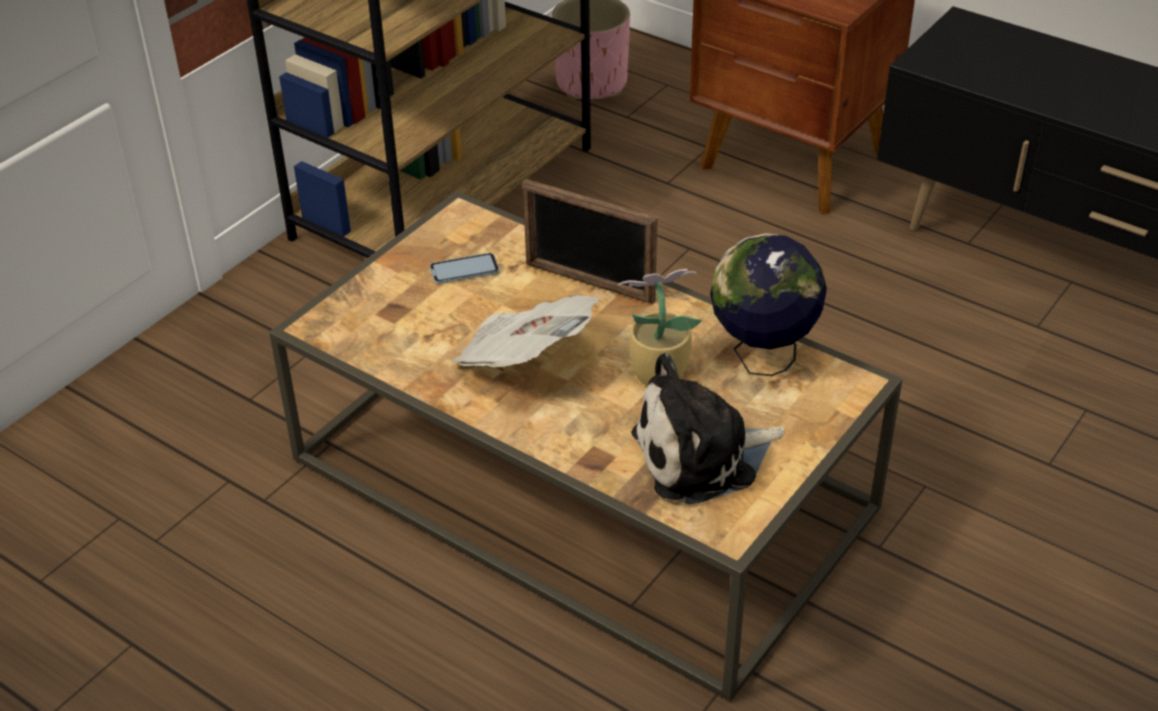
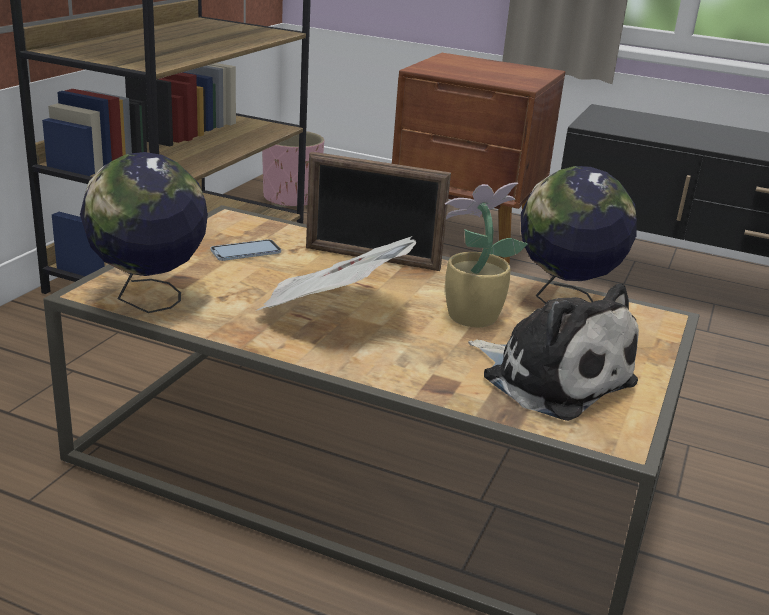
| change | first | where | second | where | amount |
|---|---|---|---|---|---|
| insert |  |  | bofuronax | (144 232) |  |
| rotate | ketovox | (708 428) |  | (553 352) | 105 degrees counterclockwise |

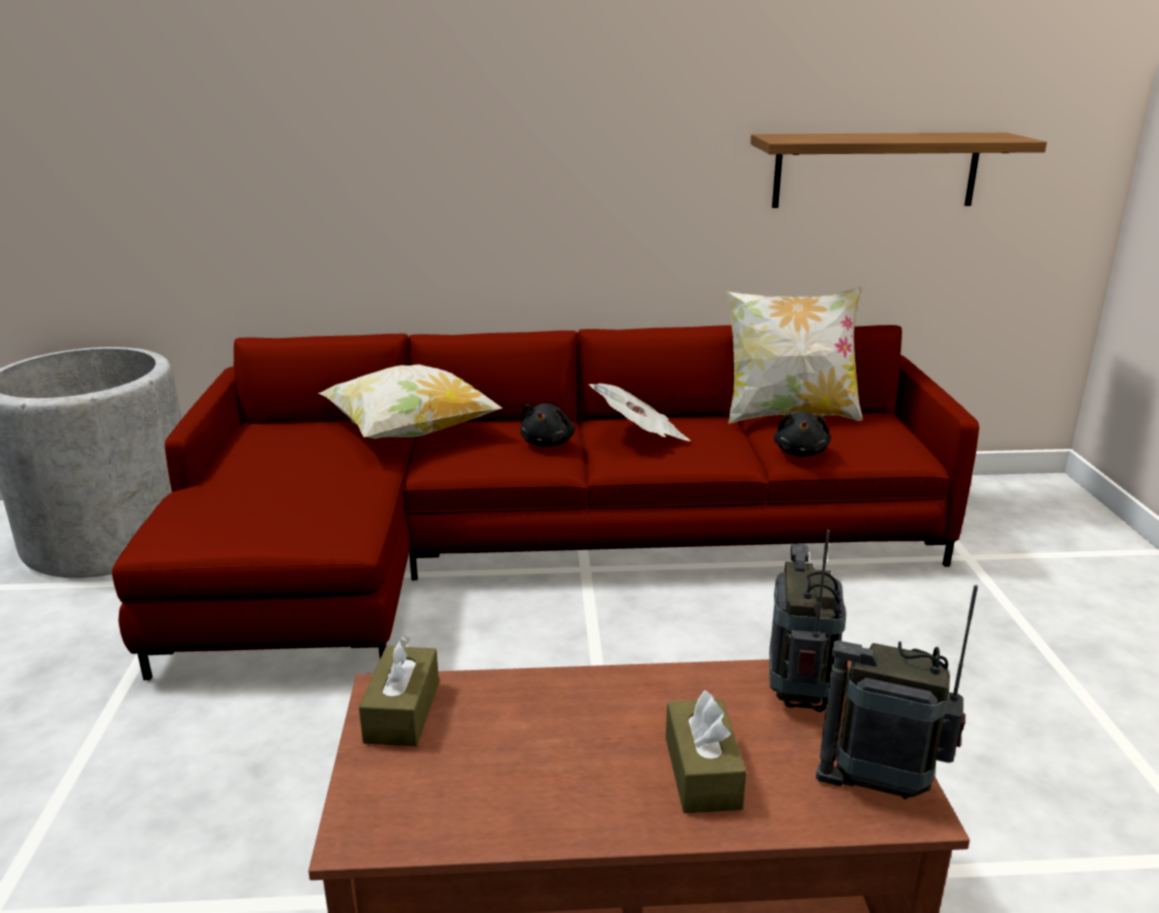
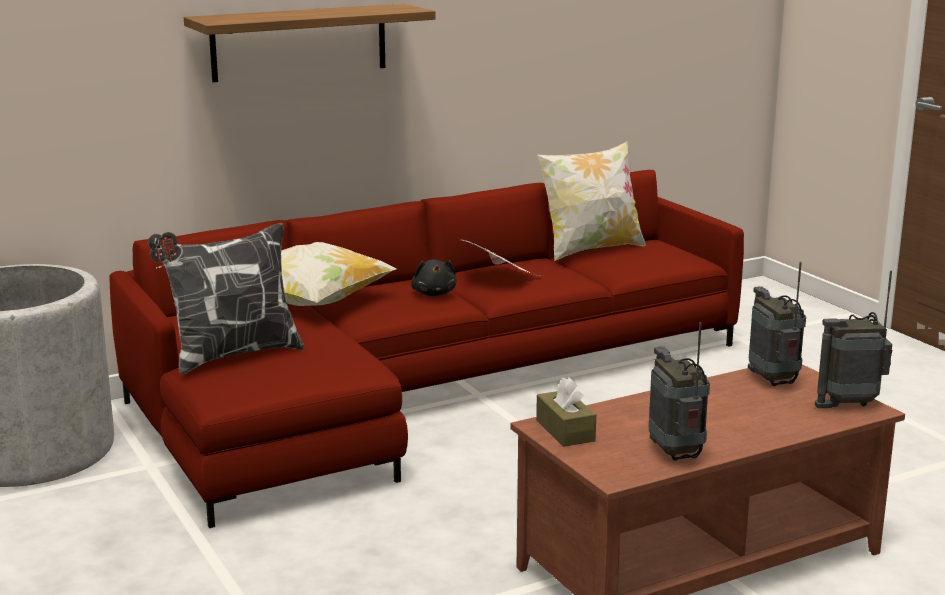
| change | first | where | second | where | amount |
|---|---|---|---|---|---|
| insert |  |  | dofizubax | (226 298) |  |
| move | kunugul | (898 170) |  | (310 43) |  |
| insert |  |  | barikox | (679 391) |  |
| delete | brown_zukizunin | (706 751) |  |  |  |
| delete | black_ketovox | (802 434) |  |  |  |

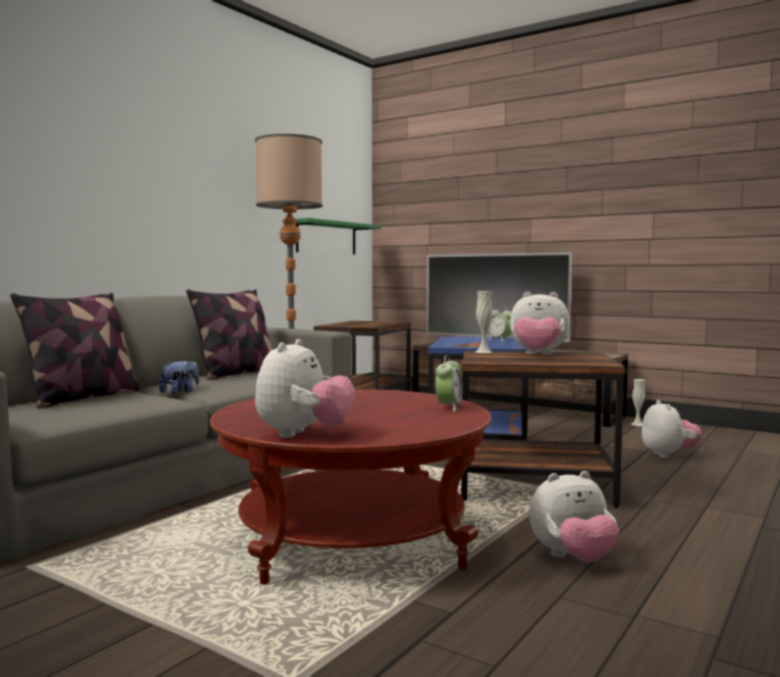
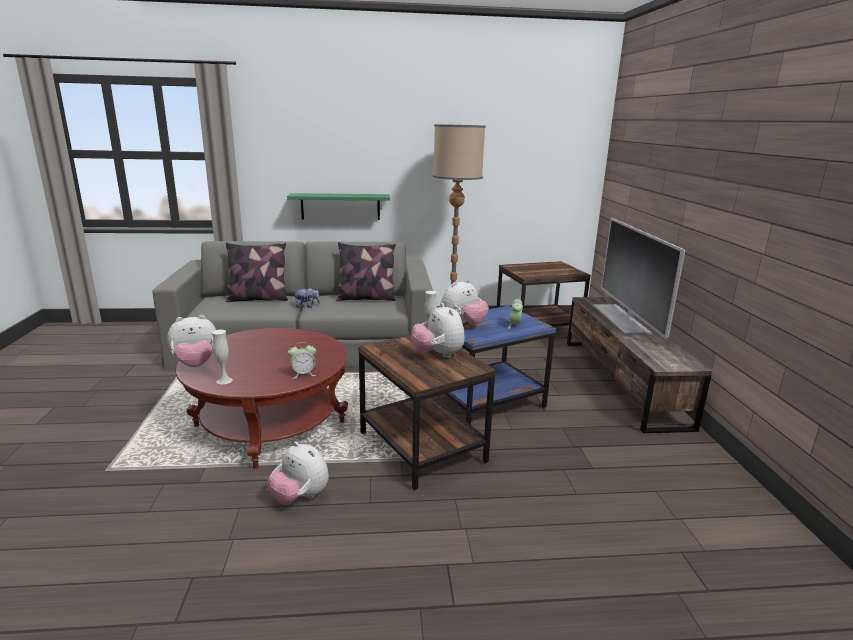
| change | first | where | second | where | amount |
|---|---|---|---|---|---|
| move | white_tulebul | (638 402) |  | (222 357) |  |
| move | green_kunugul | (338 236) |  | (338 206) |  |
| move | ketovox | (672 429) |  | (465 302) |  |

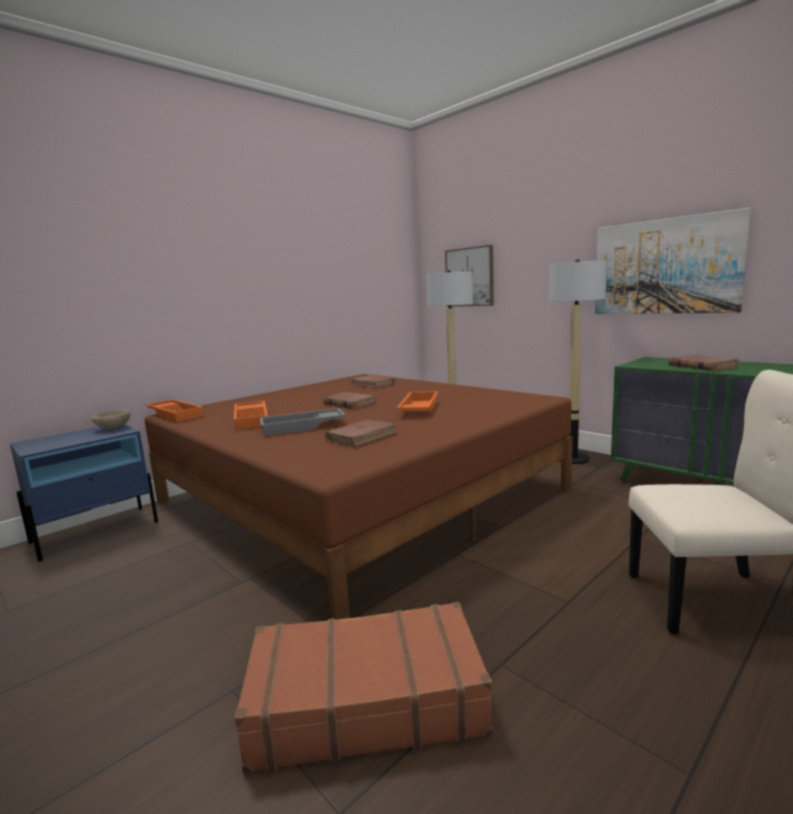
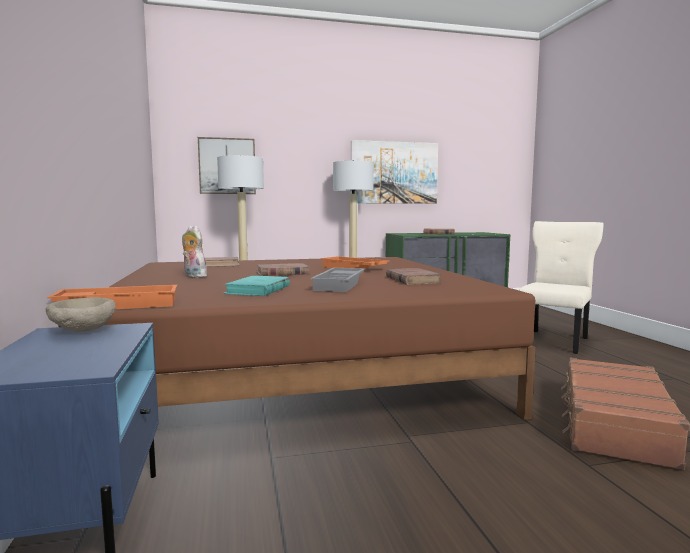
| change | first | where | second | where | amount |
|---|---|---|---|---|---|
| insert |  |  | ketovox | (194 251) |  |
| replace | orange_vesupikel | (251 415) | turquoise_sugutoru | (256 286) |  |

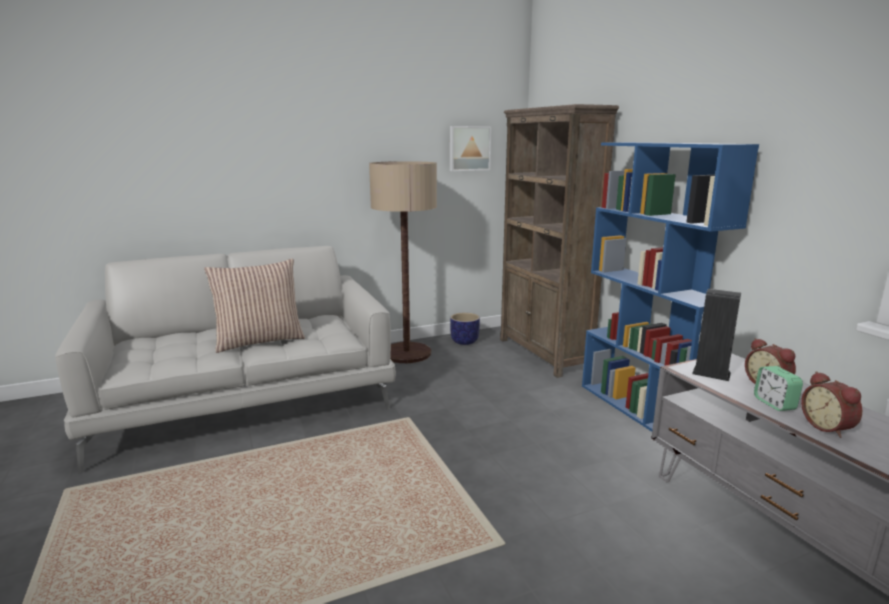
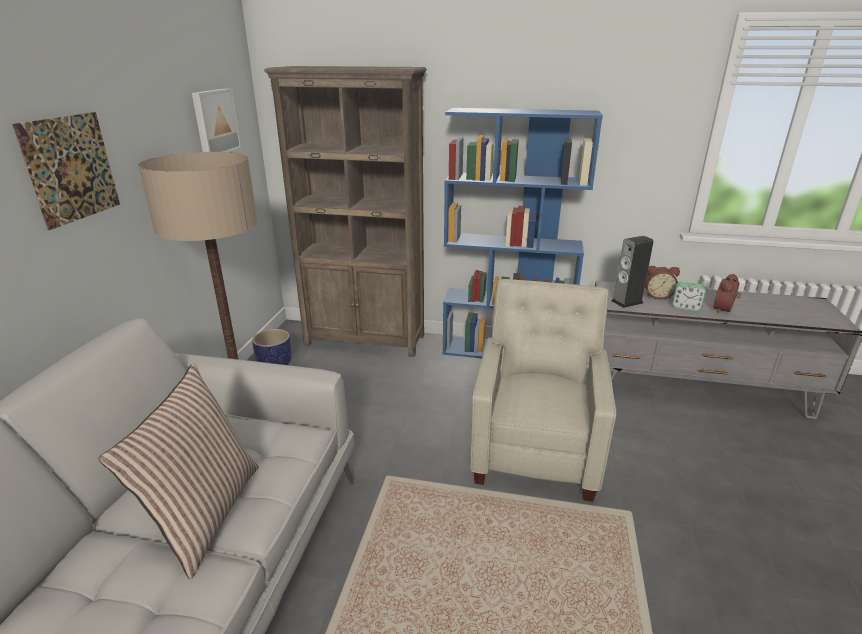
| change | first | where | second | where | amount |
|---|---|---|---|---|---|
| insert |  |  | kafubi | (66 171) |  |
| insert |  |  | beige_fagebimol | (543 390) |  |
| rotate | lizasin | (831 404) |  | (727 293) | 105 degrees clockwise |

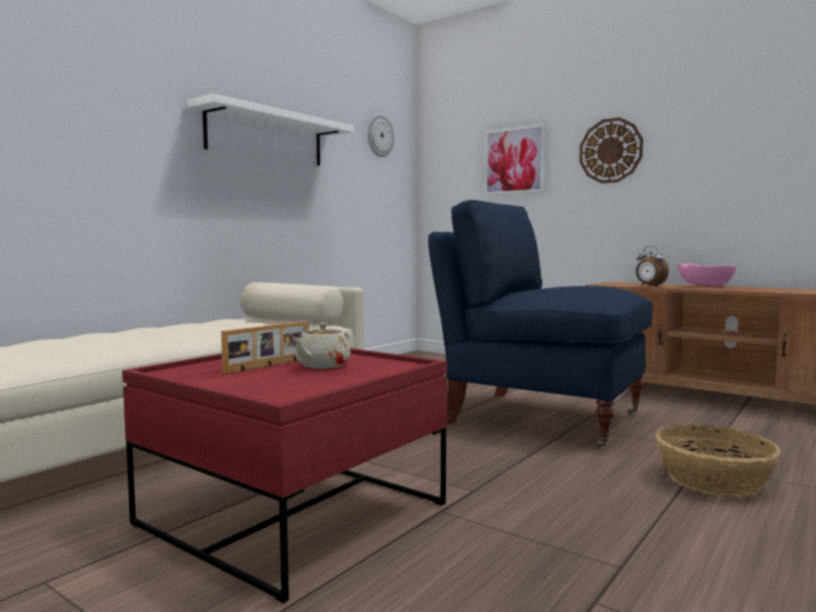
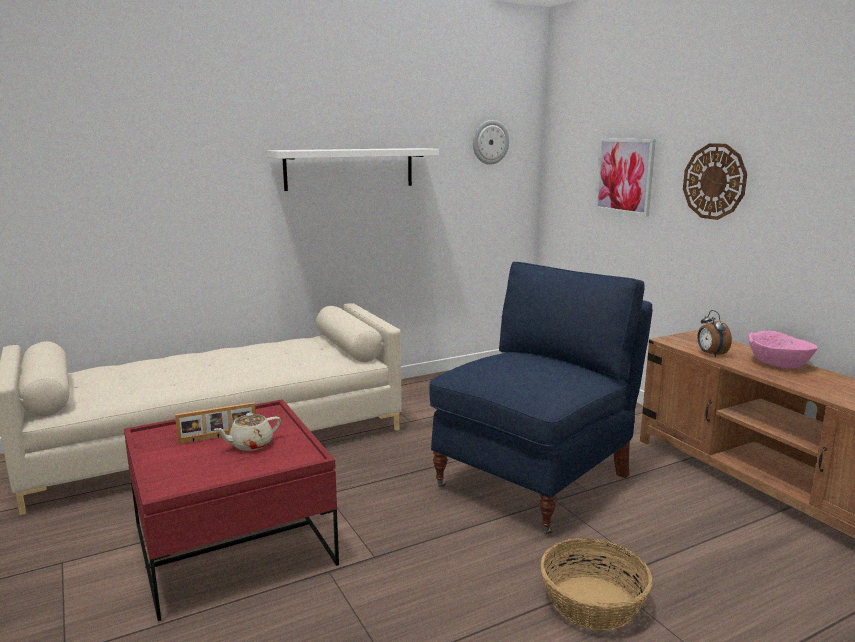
| change | first | where | second | where | amount |
|---|---|---|---|---|---|
| rotate | blue_fagebimol | (540 324) |  | (540 398) | 75 degrees clockwise |

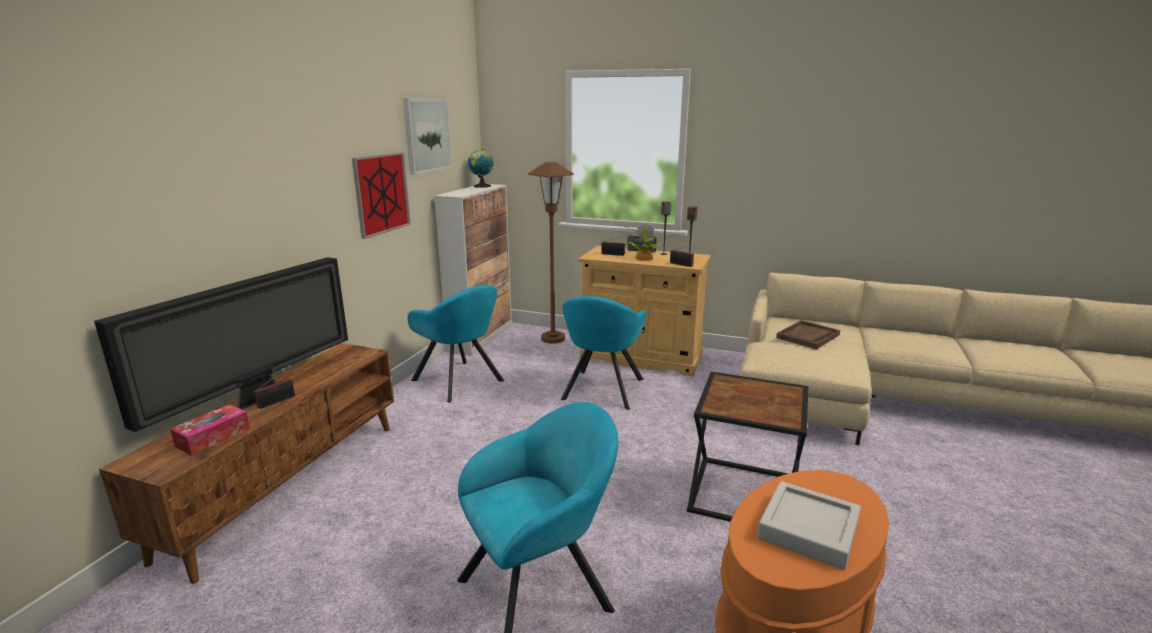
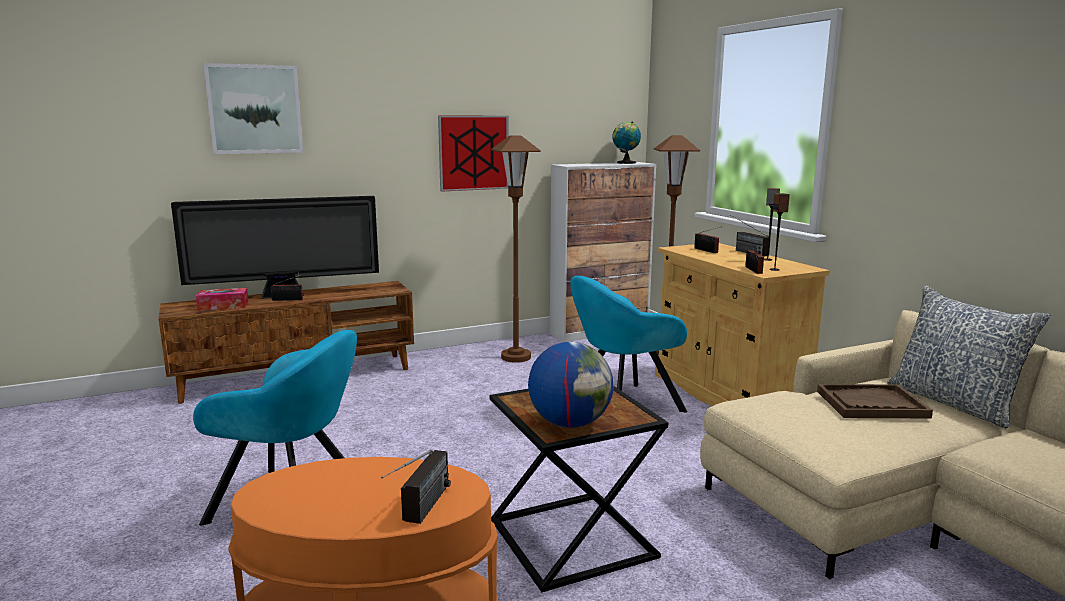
| change | first | where | second | where | amount |
|---|---|---|---|---|---|
| move | kafubi | (427 136) |  | (253 108) |  |
| insert |  |  | barikox | (416 486) |  |
| replace | turquoise_fagebimol | (455 344) | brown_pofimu | (516 249) |  |
| insert |  |  | bofuronax | (570 385) |  |
| insert |  |  | dofizubax | (969 357) |  |
| delete | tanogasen | (643 242) |  |  |  |
| delete | grey_vesupikel | (809 525) |  |  |  |

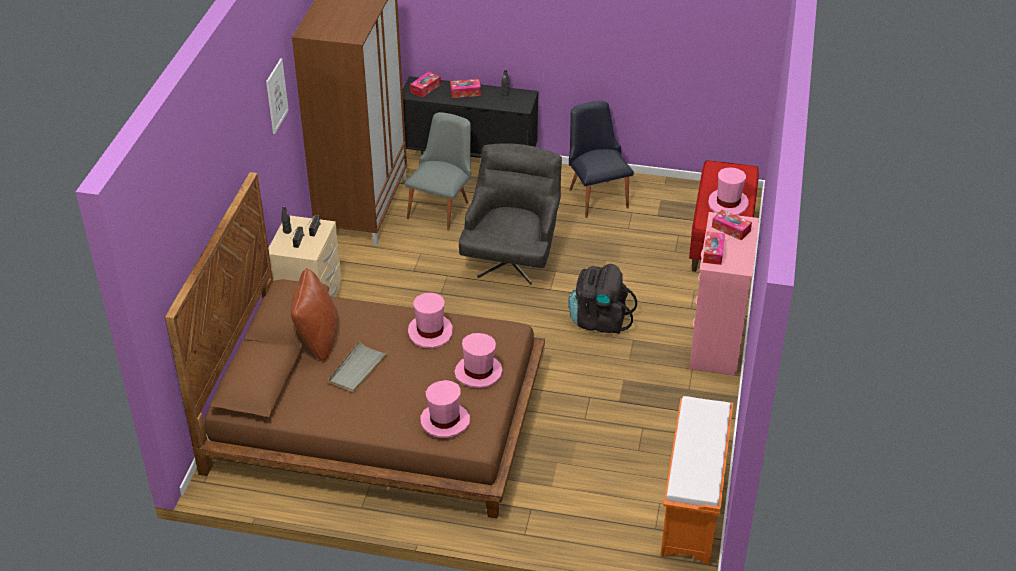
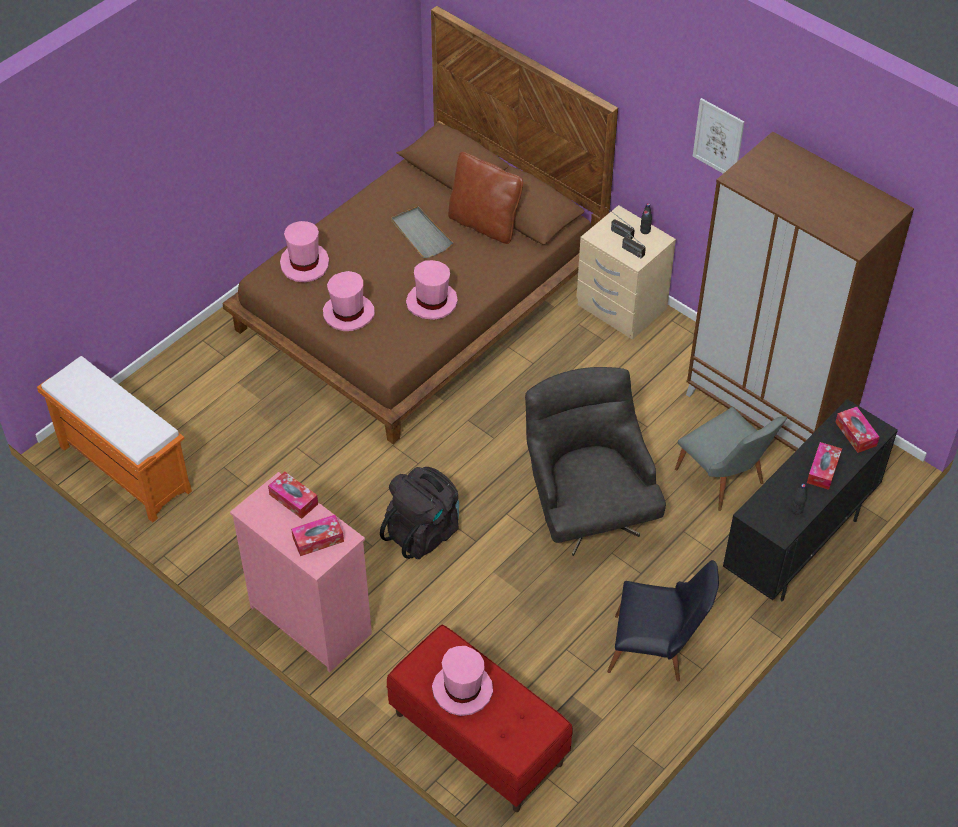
| change | first | where | second | where | amount |
|---|---|---|---|---|---|
| rotate | grey_fagebimol | (510 214) |  | (595 461) | 150 degrees counterclockwise |

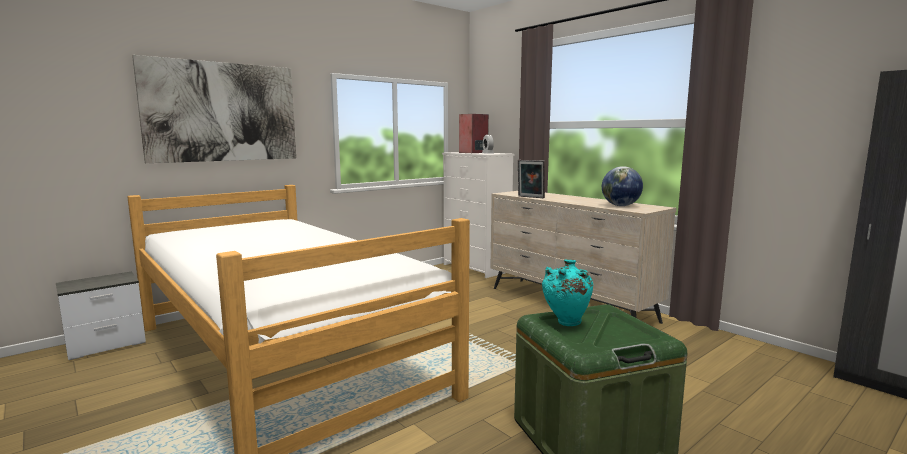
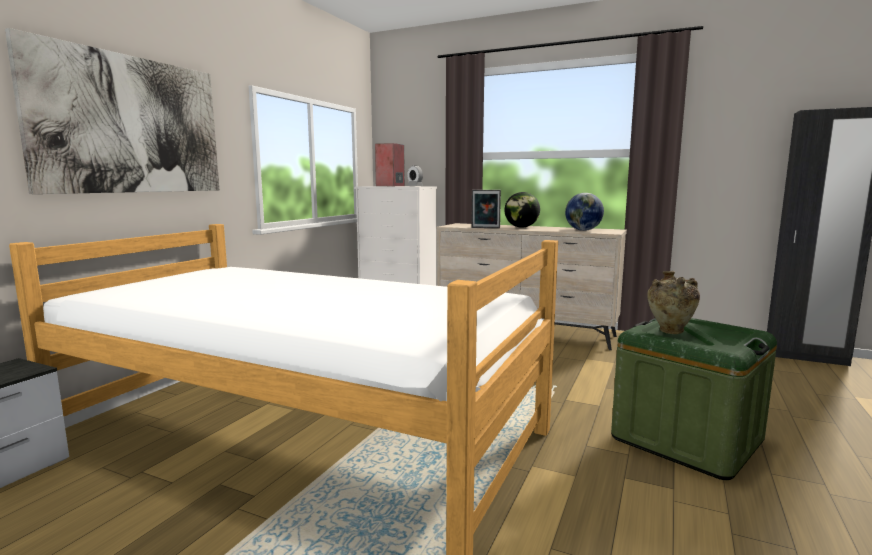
| change | first | where | second | where | amount |
|---|---|---|---|---|---|
| insert |  |  | bofuronax | (522 210) |  |
| recolor | turquoise_tulebul | (567 292) | beige_tulebul | (673 302) |  |

